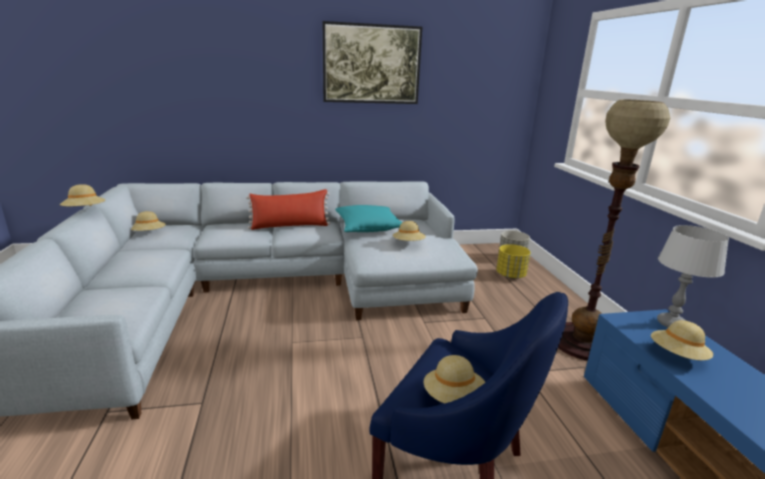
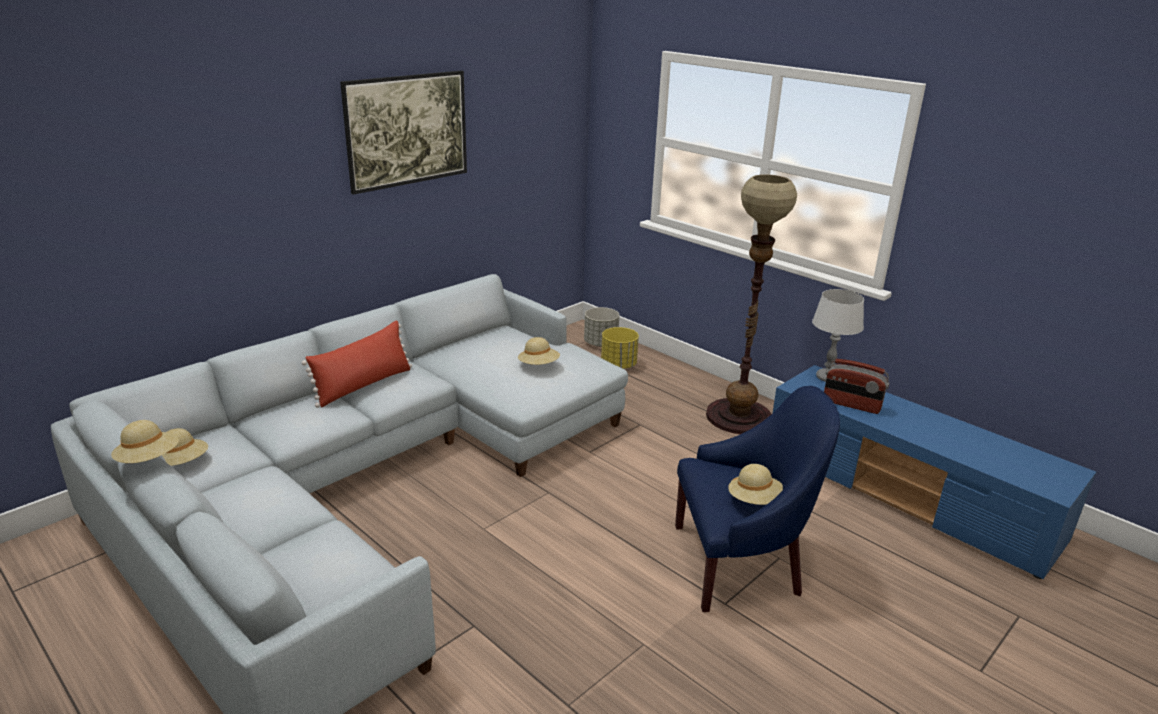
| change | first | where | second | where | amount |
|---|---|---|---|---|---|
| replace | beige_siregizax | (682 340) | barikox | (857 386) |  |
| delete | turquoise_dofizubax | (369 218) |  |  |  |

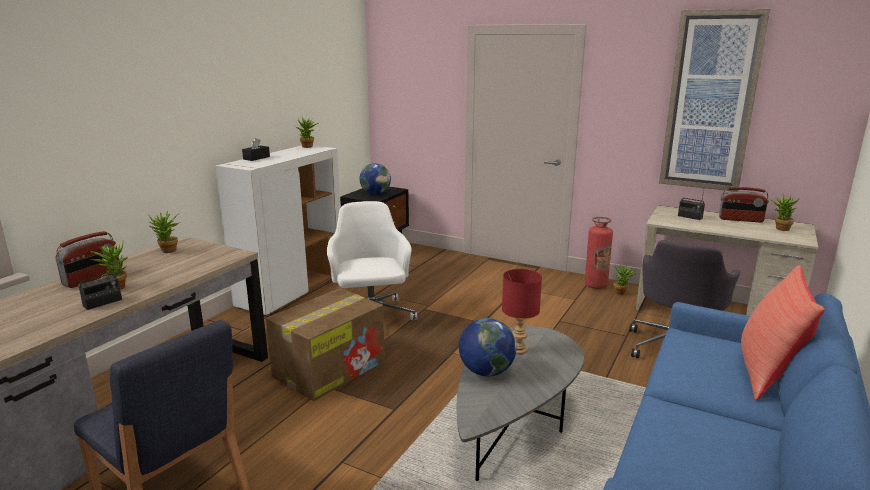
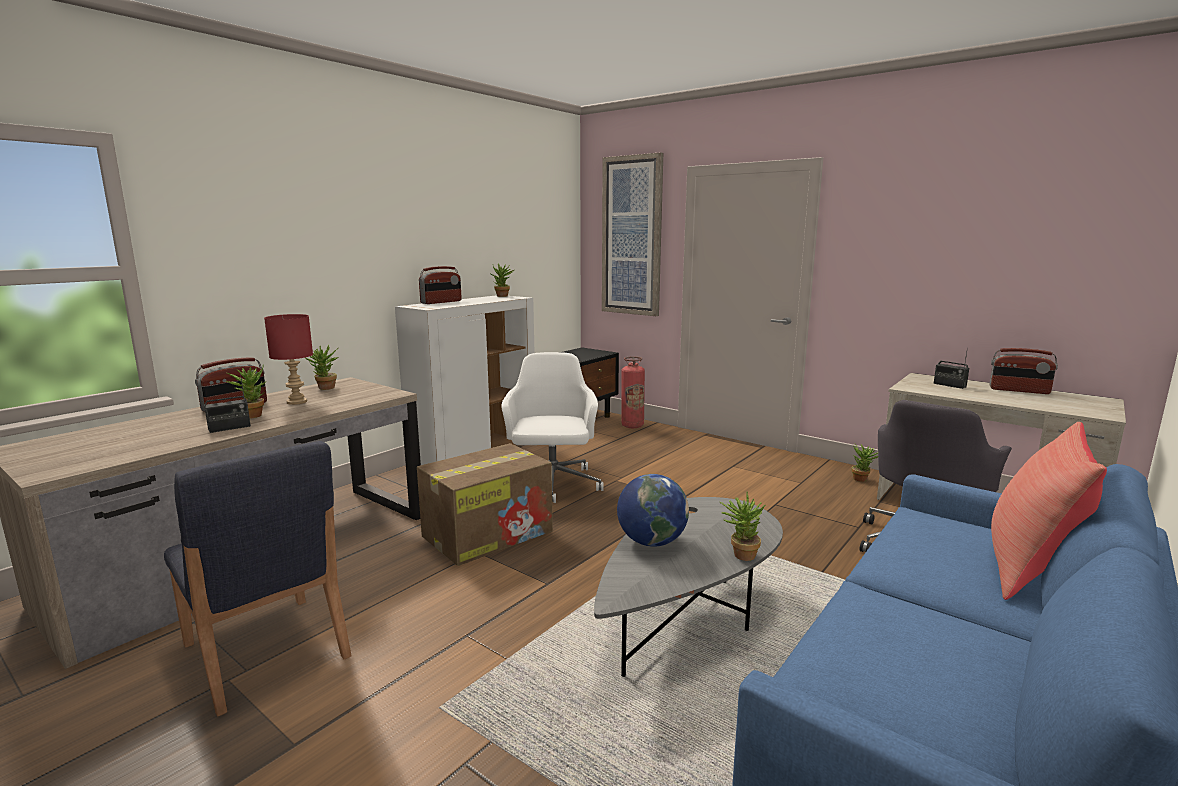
| change | first | where | second | where | amount |
|---|---|---|---|---|---|
| move | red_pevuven | (522 312) |  | (288 359) |  |
| replace | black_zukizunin | (256 149) | barikox | (440 285) |  |
| move | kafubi | (714 100) |  | (632 234) |  |
| move | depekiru | (599 253) |  | (633 392) |  |
| move | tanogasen | (784 212) |  | (742 526) |  |
| delete | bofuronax | (375 179) |  |  |  |

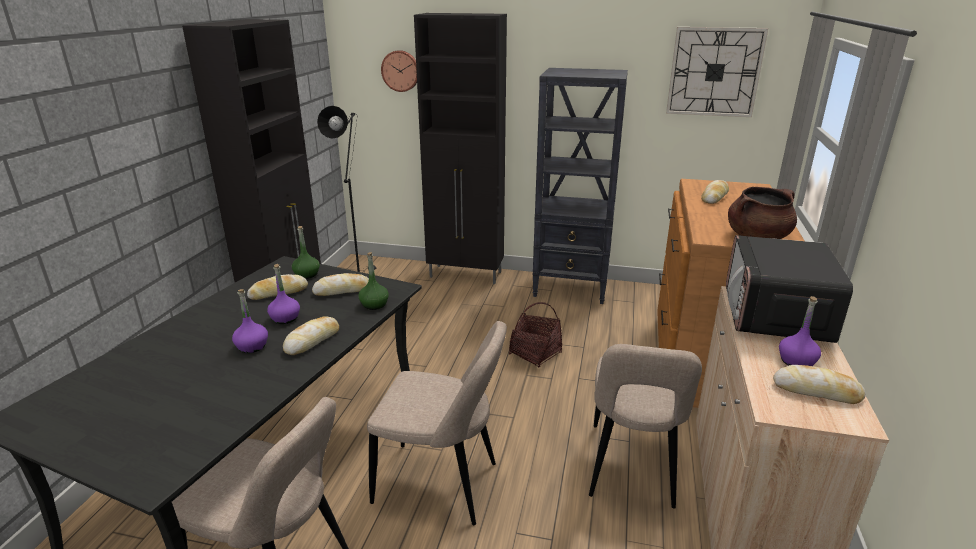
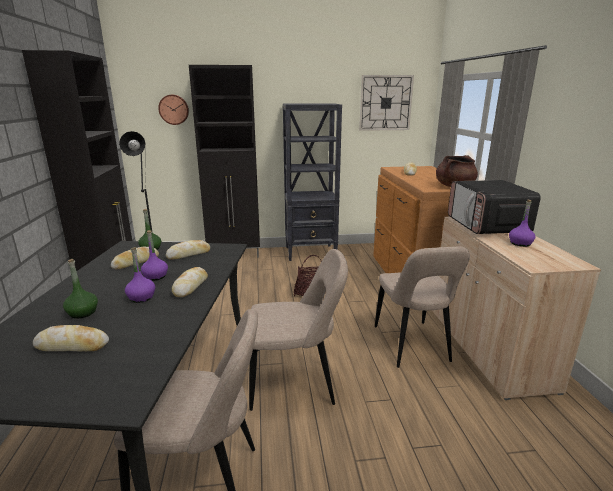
| change | first | where | second | where | amount |
|---|---|---|---|---|---|
| move | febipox | (819 384) |  | (71 338) |  |
| move | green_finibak | (373 281) |  | (80 289) |  |

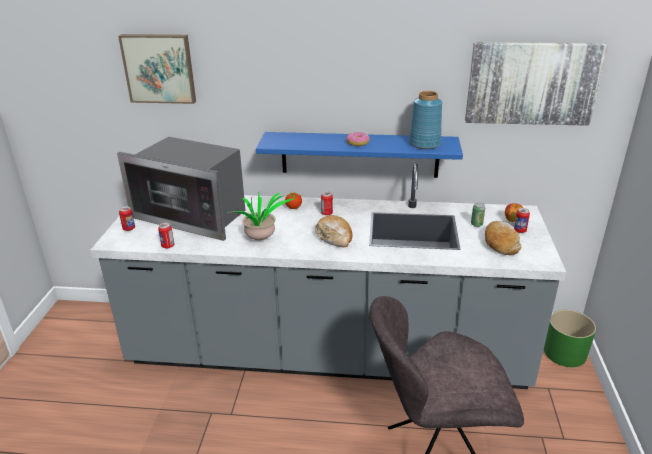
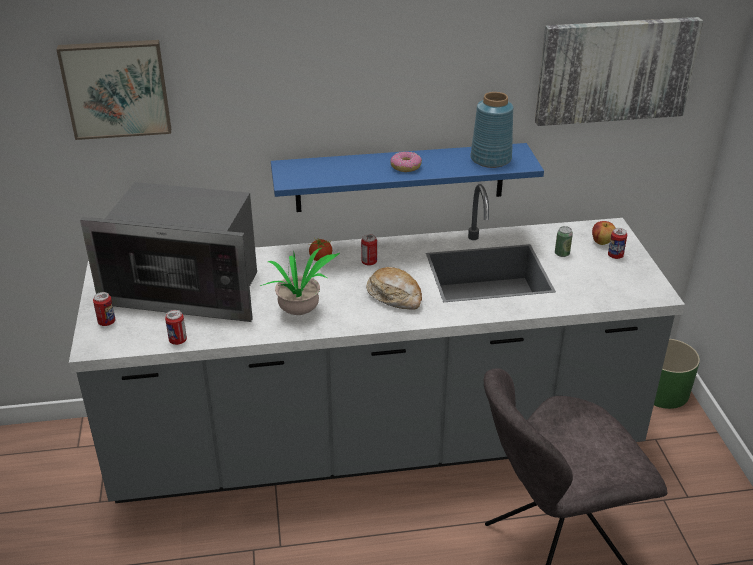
| change | first | where | second | where | amount |
|---|---|---|---|---|---|
| delete | febipox | (503 238) |  |  |  |

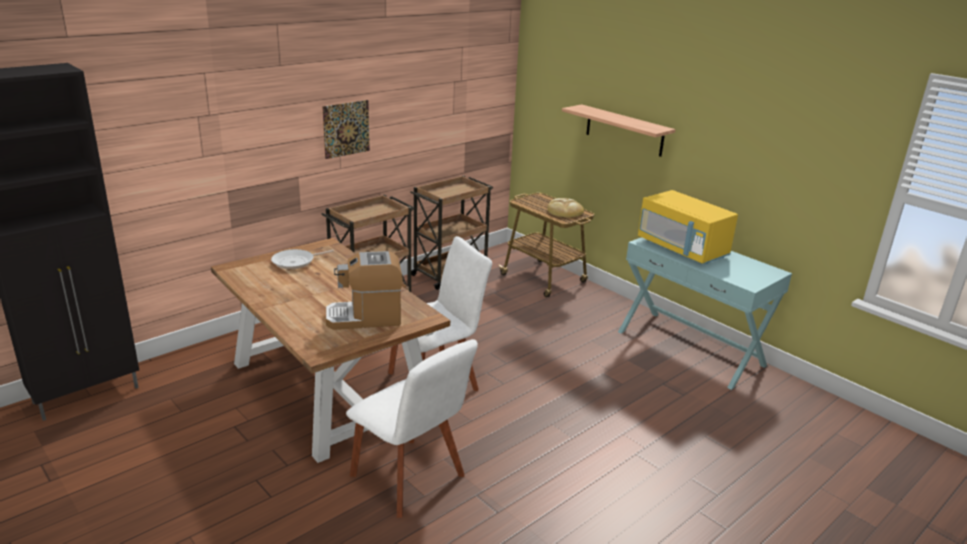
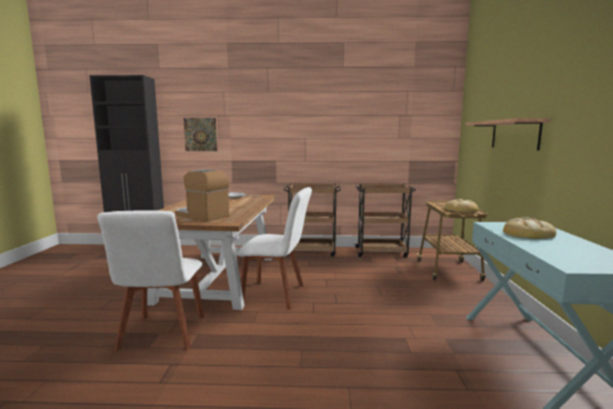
| change | first | where | second | where | amount |
|---|---|---|---|---|---|
| move | kafubi | (346 129) |  | (200 134) |  |
| replace | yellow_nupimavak | (688 227) | febipox | (529 228) |  |

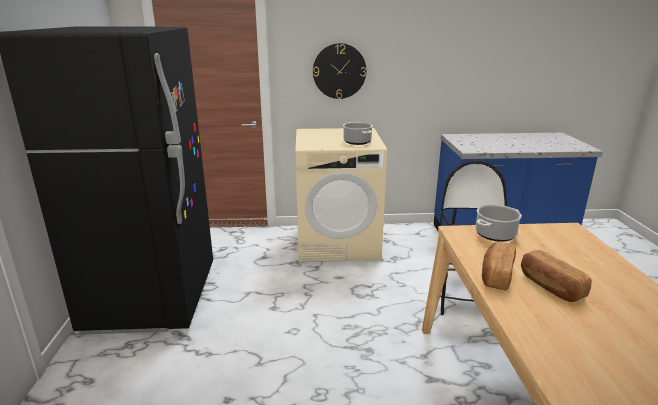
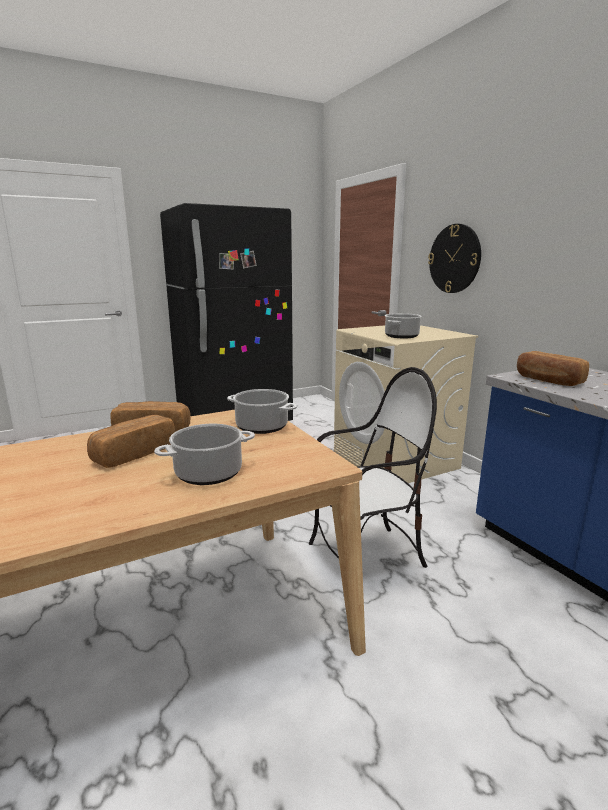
| change | first | where | second | where | amount |
|---|---|---|---|---|---|
| insert |  |  | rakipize | (204 454) |  |
| insert |  |  | febipox | (553 368) |  |

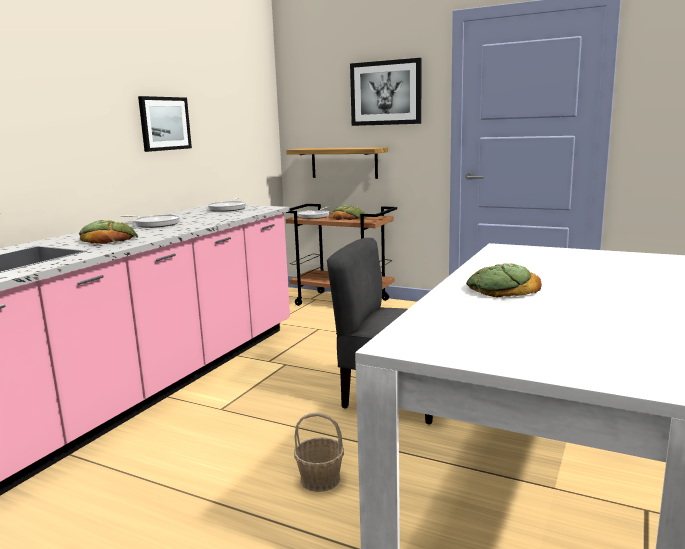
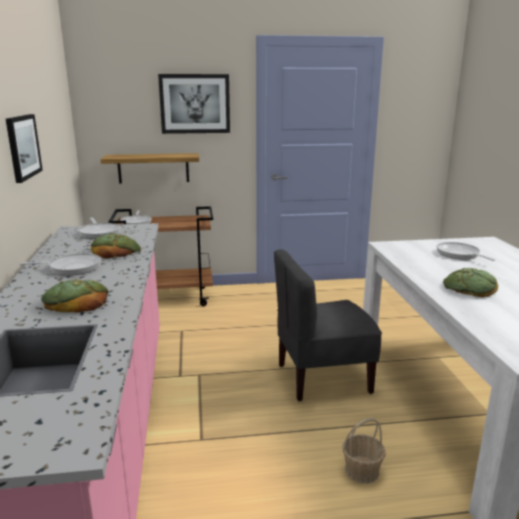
| change | first | where | second | where | amount |
|---|---|---|---|---|---|
| move | febipox | (349 212) |  | (116 246) |  |
| insert |  |  | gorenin | (466 251) |  |

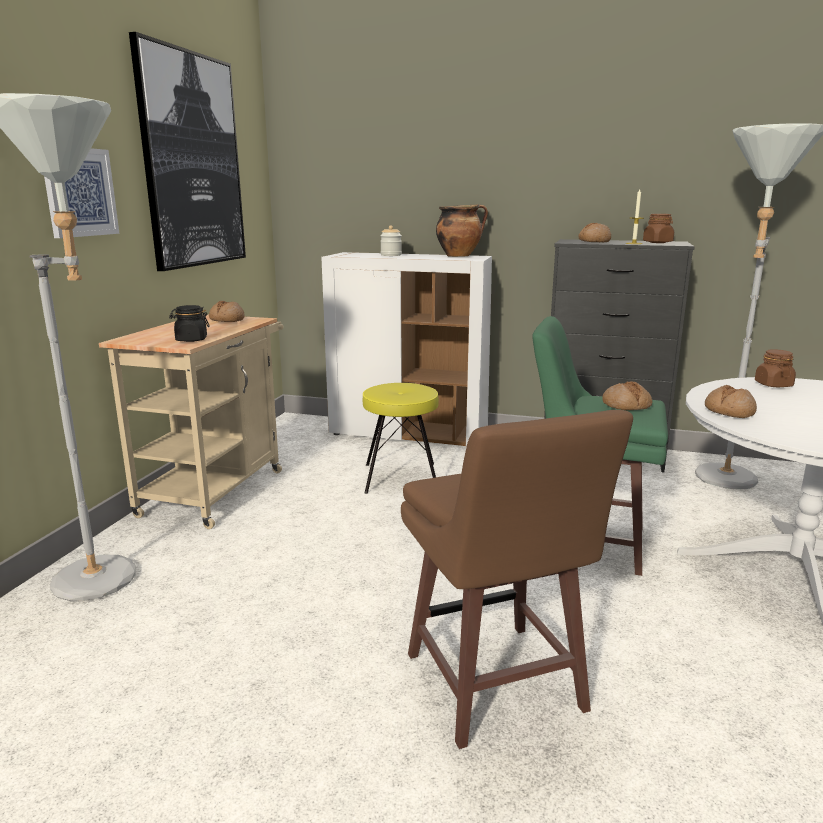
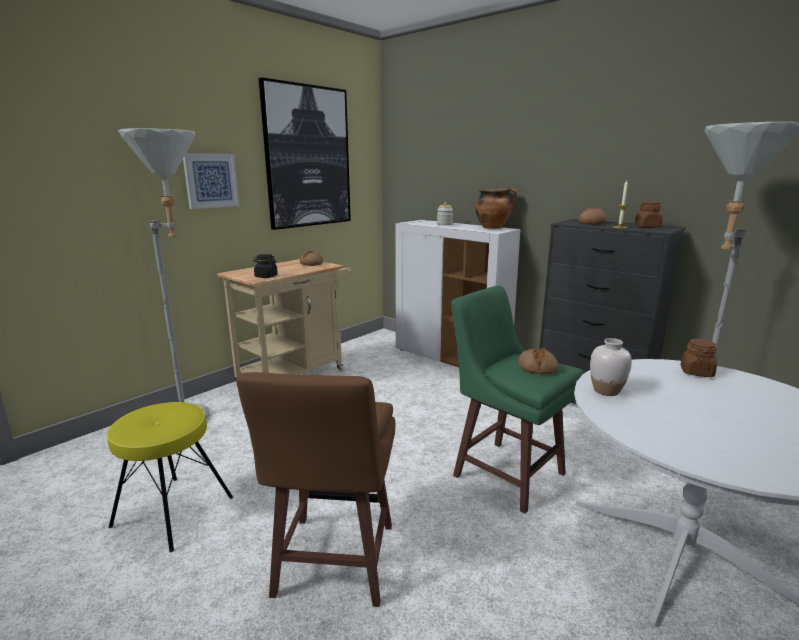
| change | first | where | second | where | amount |
|---|---|---|---|---|---|
| move | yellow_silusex | (401 438) |  | (170 477) |  |
| replace | febipox | (731 401) | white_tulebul | (611 367) |  |

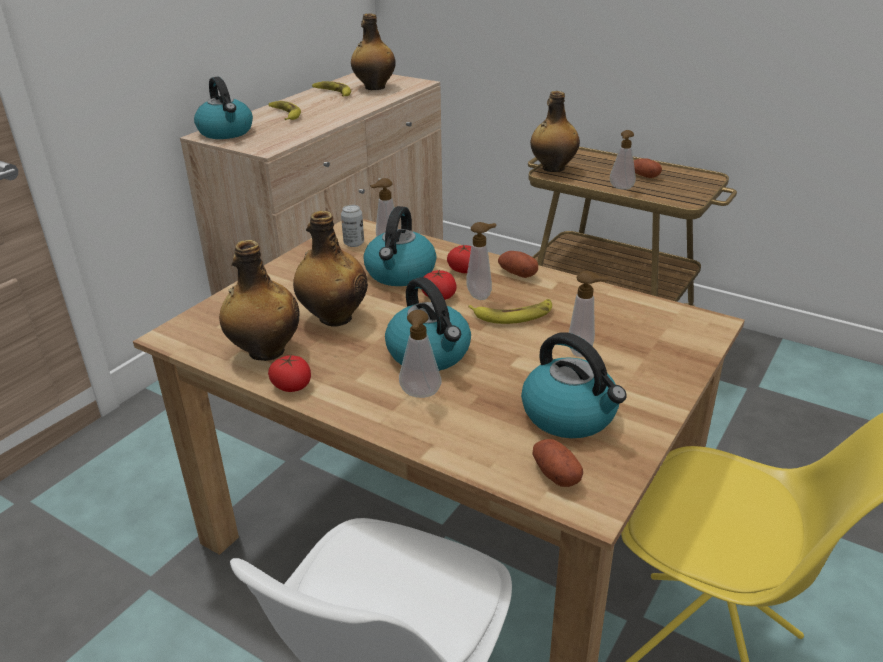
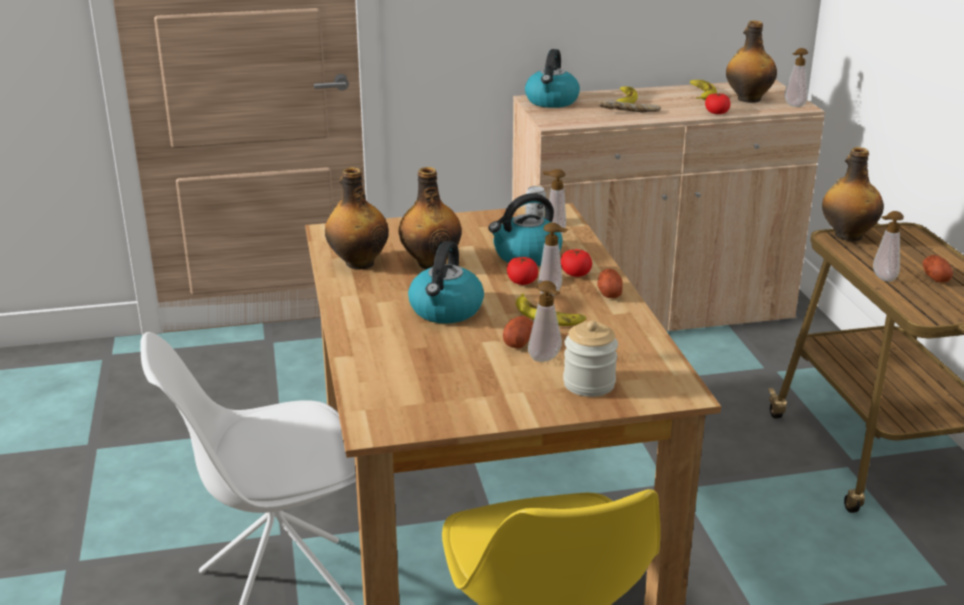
| change | first | where | second | where | amount |
|---|---|---|---|---|---|
| move | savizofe | (558 463) |  | (518 332) |  |
| insert |  |  | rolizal | (590 359) |  |
| insert |  |  | febipox | (629 106) |  |
| move | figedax | (289 373) |  | (717 103) |  |
| move | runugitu | (420 354) |  | (796 77) |  |
| delete | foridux | (574 385) |  |  |  |

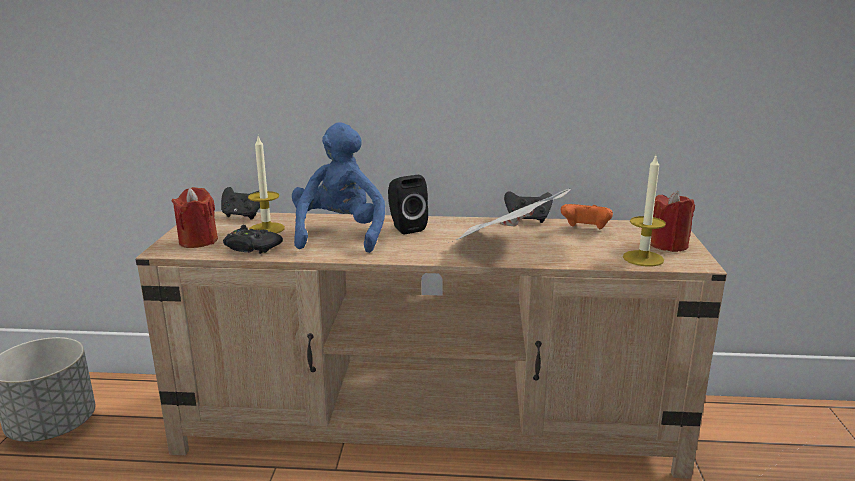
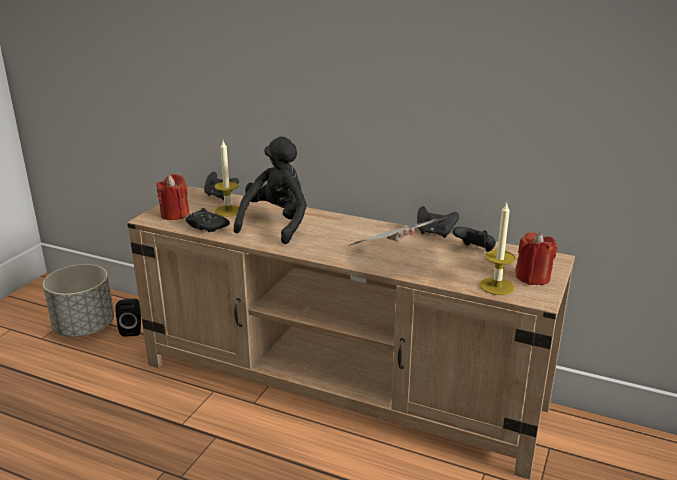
| change | first | where | second | where | amount |
|---|---|---|---|---|---|
| move | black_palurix | (408 204) |  | (128 318) |  |
| recolor | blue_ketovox | (338 187) | black_ketovox | (270 190) |  |
| recolor | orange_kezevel | (587 216) | black_kezevel | (474 239) |  |

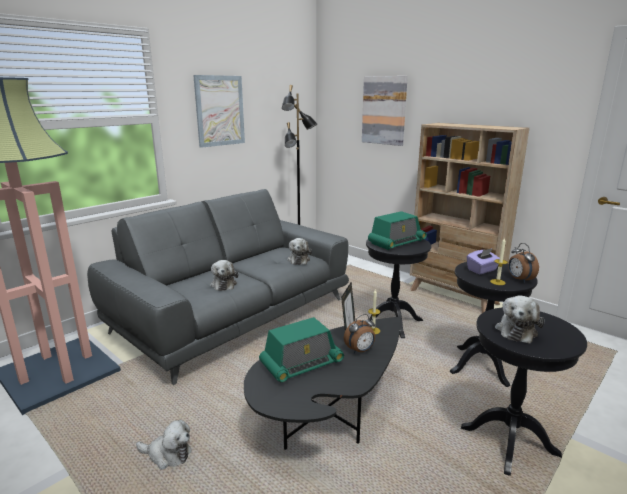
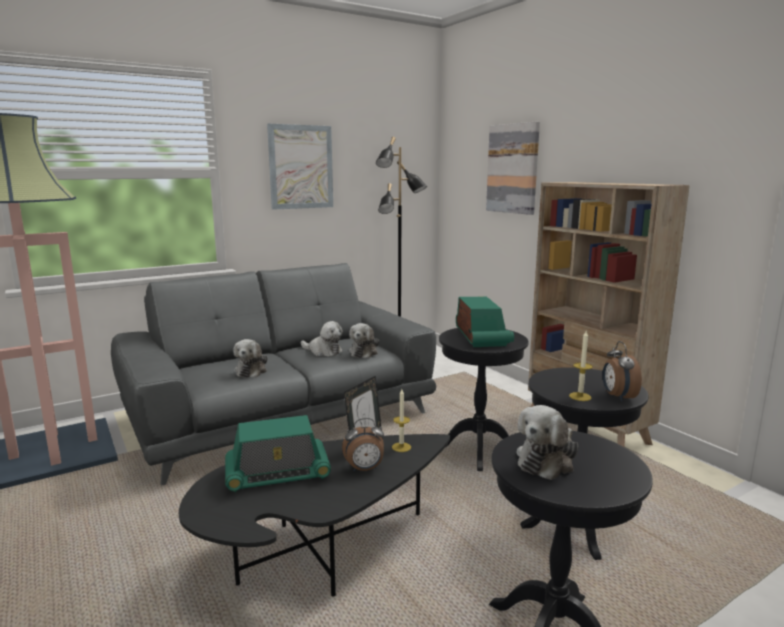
| change | first | where | second | where | amount |
|---|---|---|---|---|---|
| move | ketovox | (164 445) |  | (322 338) |  |
| rotate | barikox | (397 230) |  | (485 322) | 75 degrees counterclockwise |
| delete | purple_zukizunin | (483 261) |  |  |  |

